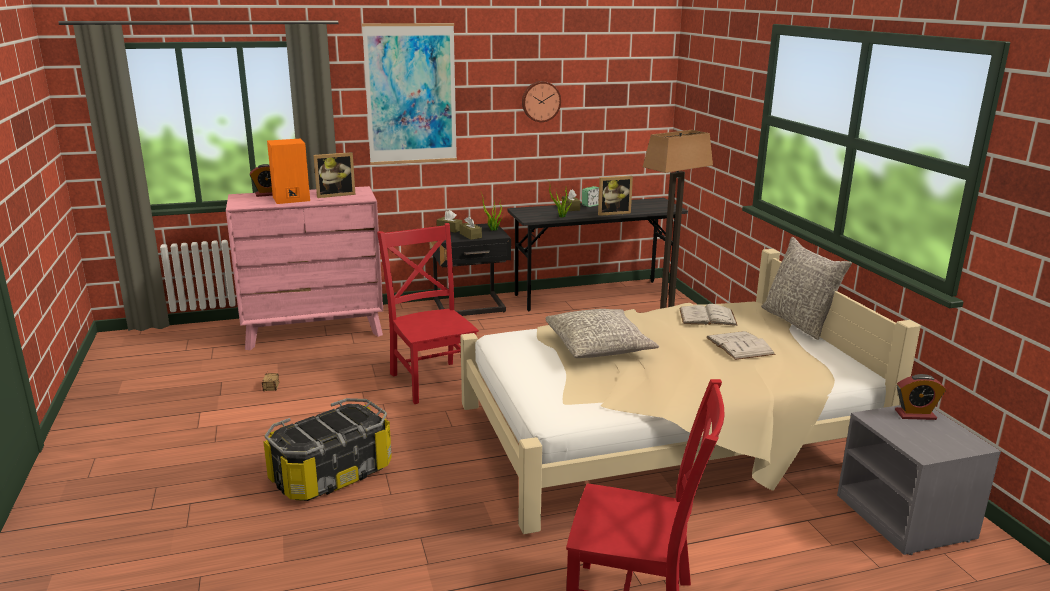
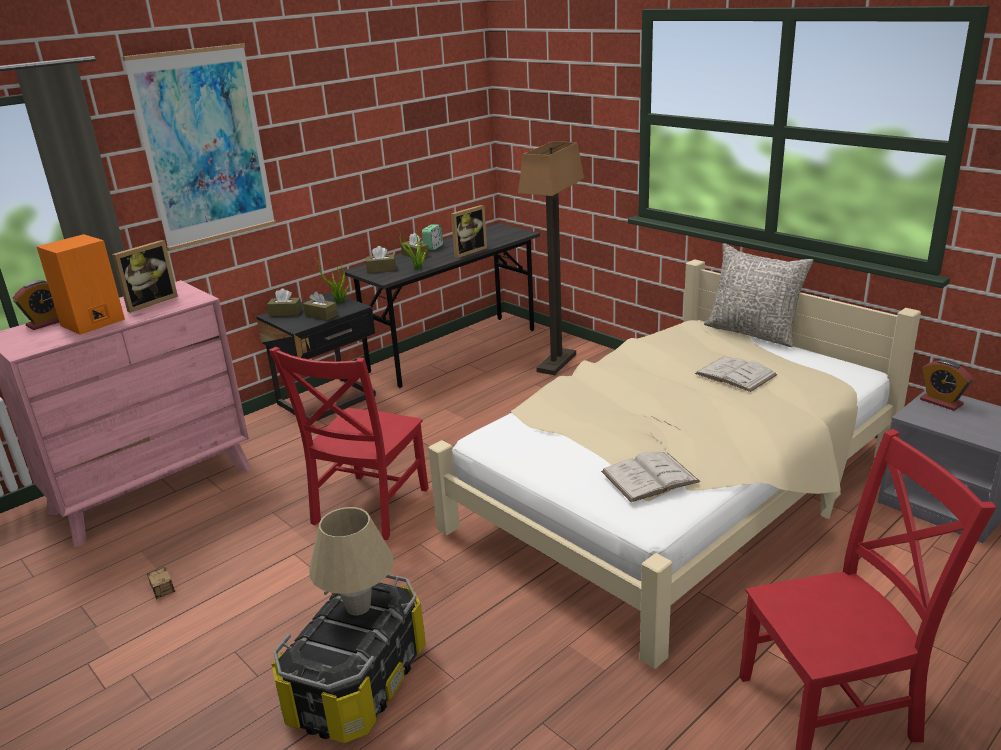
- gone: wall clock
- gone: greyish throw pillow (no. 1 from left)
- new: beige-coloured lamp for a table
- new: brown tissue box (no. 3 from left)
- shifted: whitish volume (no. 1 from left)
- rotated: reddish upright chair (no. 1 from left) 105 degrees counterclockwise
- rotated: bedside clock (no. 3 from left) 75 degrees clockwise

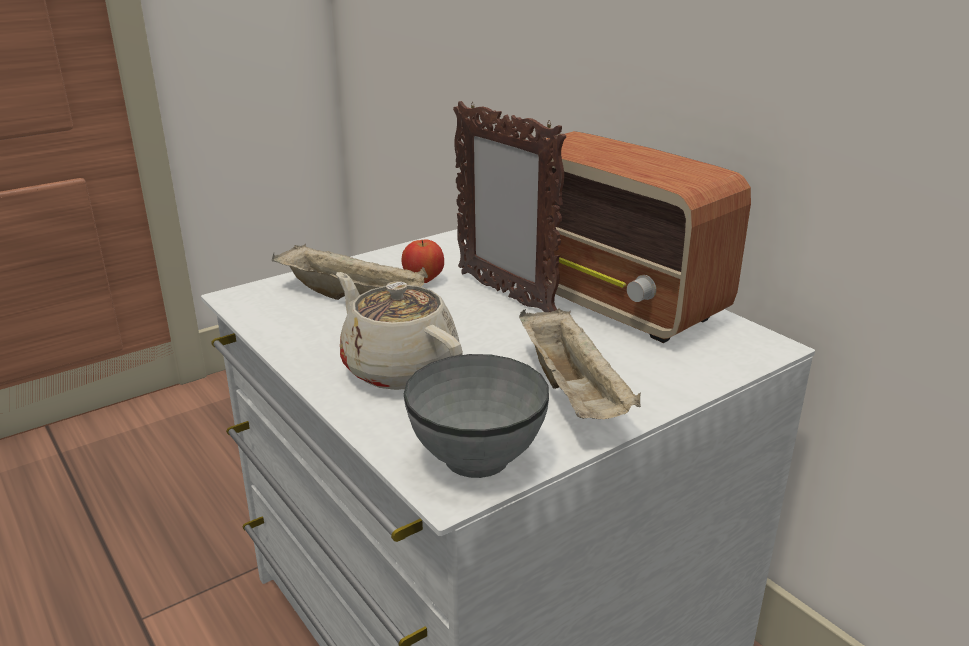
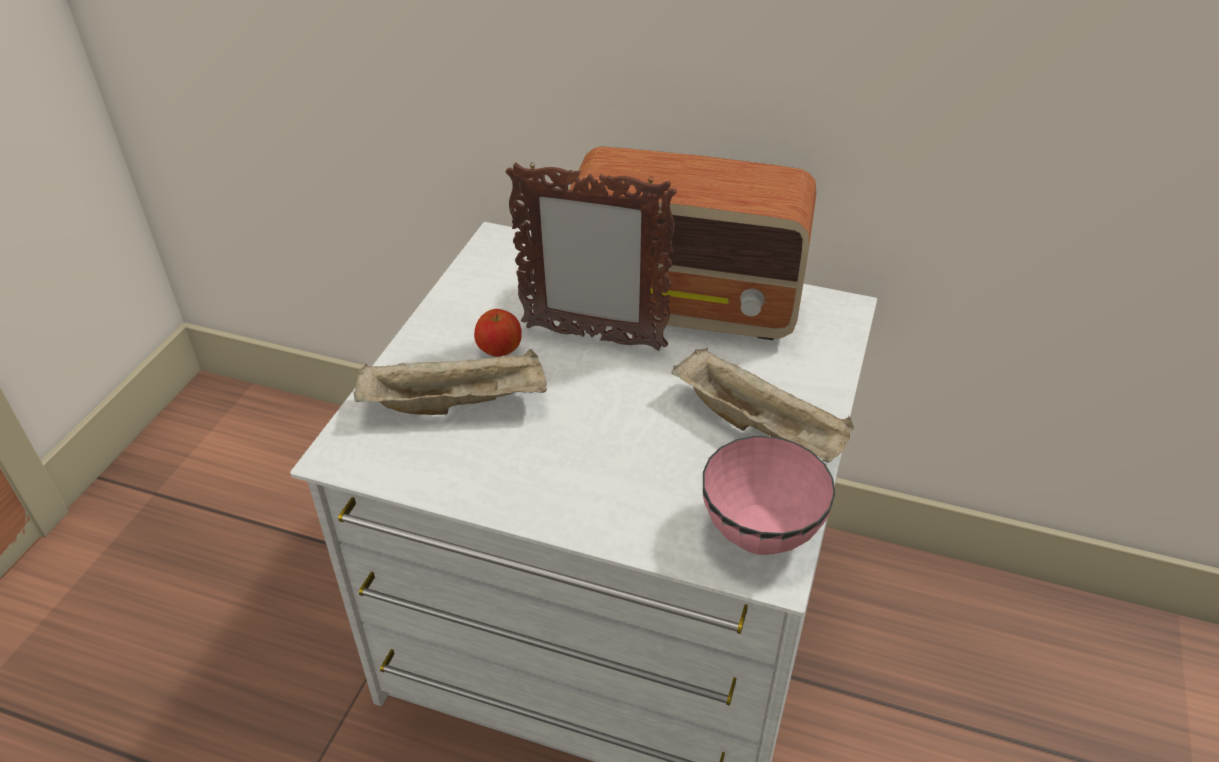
- gone: beige-coloured teapot
- repainted: greyish serving bowl to pinkish serving bowl

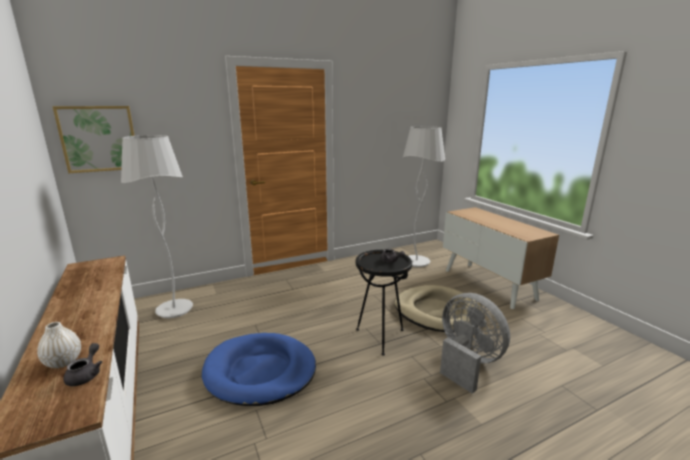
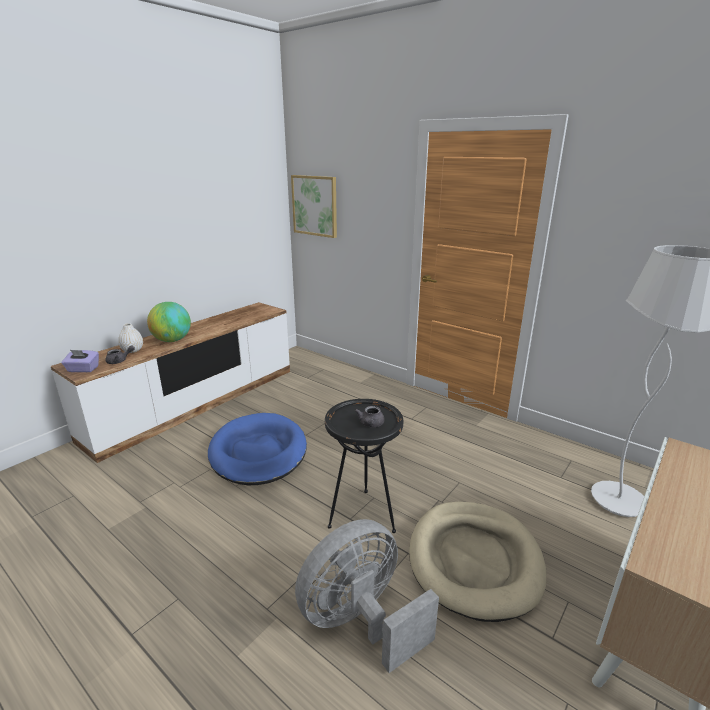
- gone: whitish floor lamp (no. 1 from left)
- new: purplish tissue box
- new: globe
- rotated: greyish cooling fan 150 degrees counterclockwise

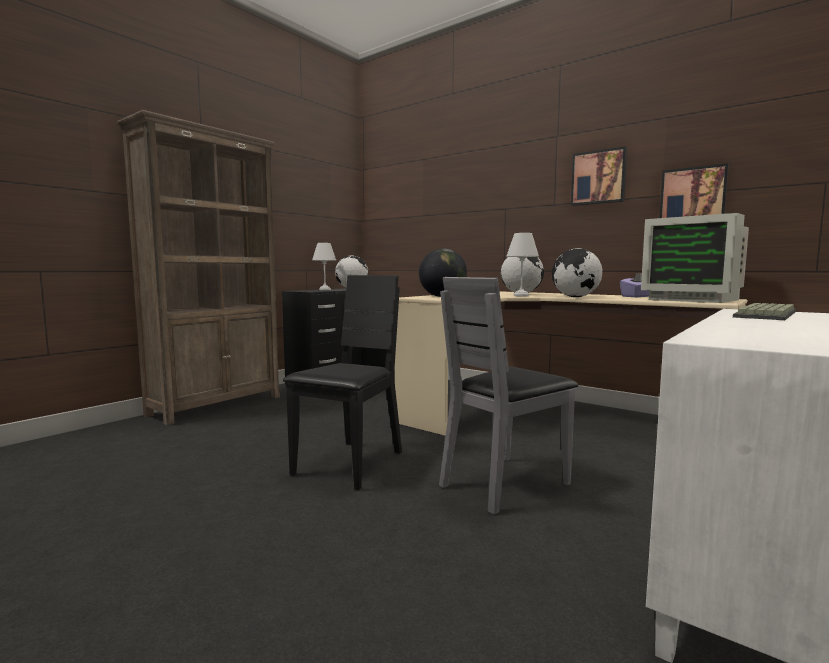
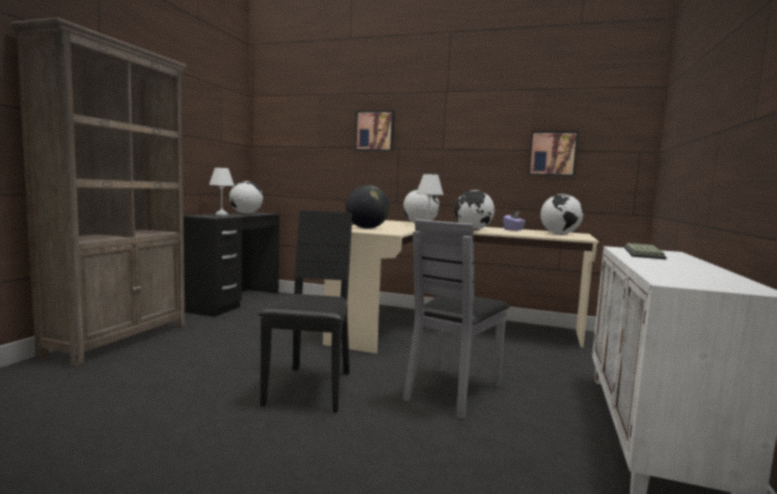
- shifted: picture (no. 1 from left)
- swapped: computer display to globe (no. 5 from left)

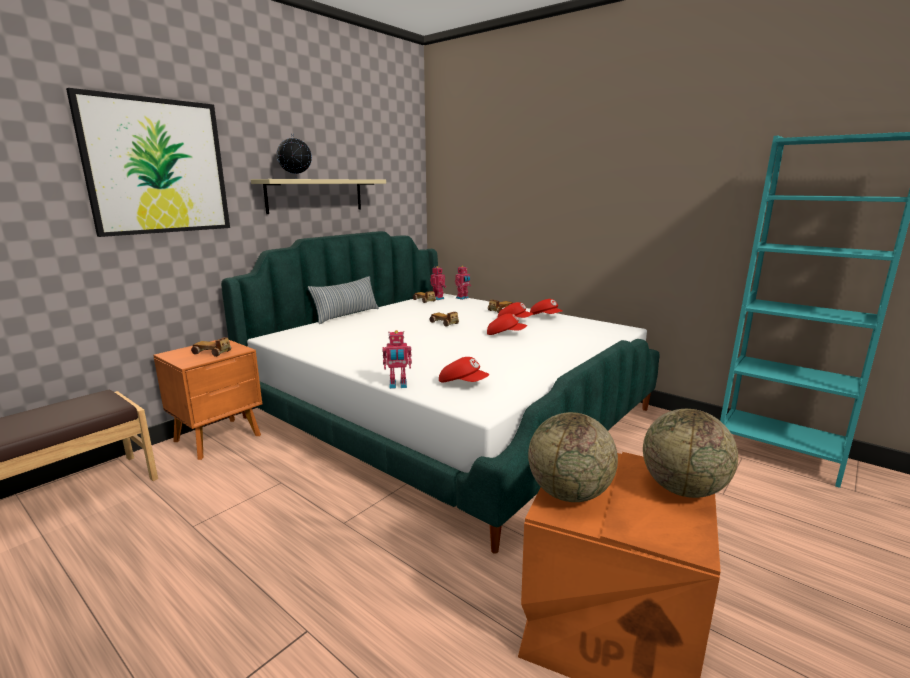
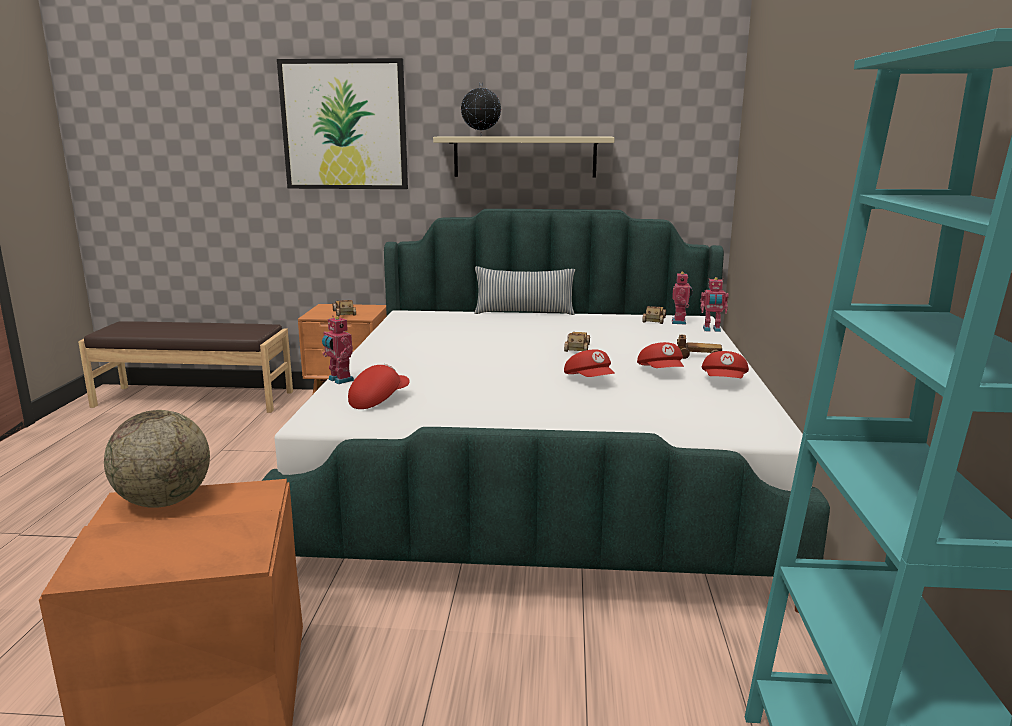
- gone: globe (no. 3 from left)
- rotated: reddish peaked cap (no. 1 from left) 135 degrees counterclockwise

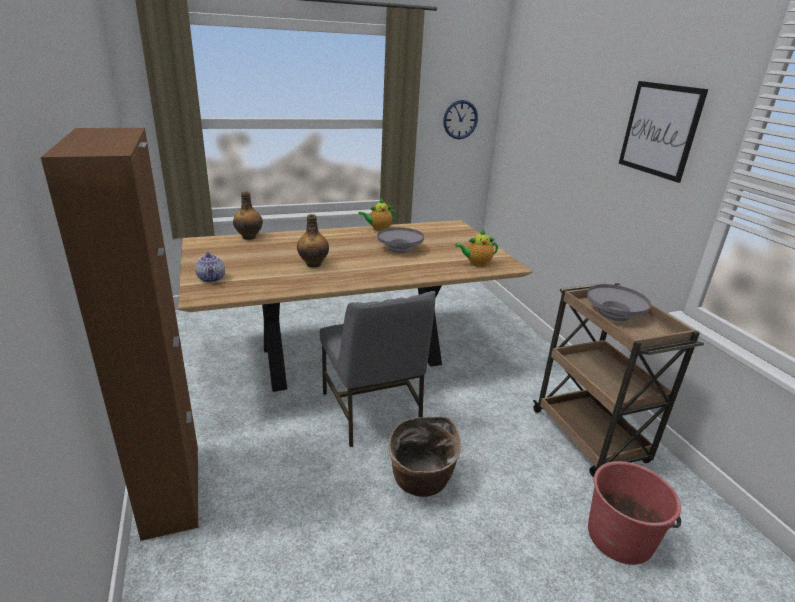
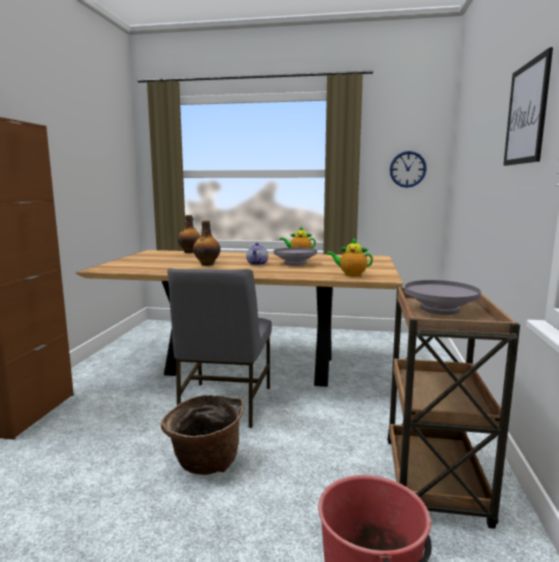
- shifted: teapot (no. 1 from left)

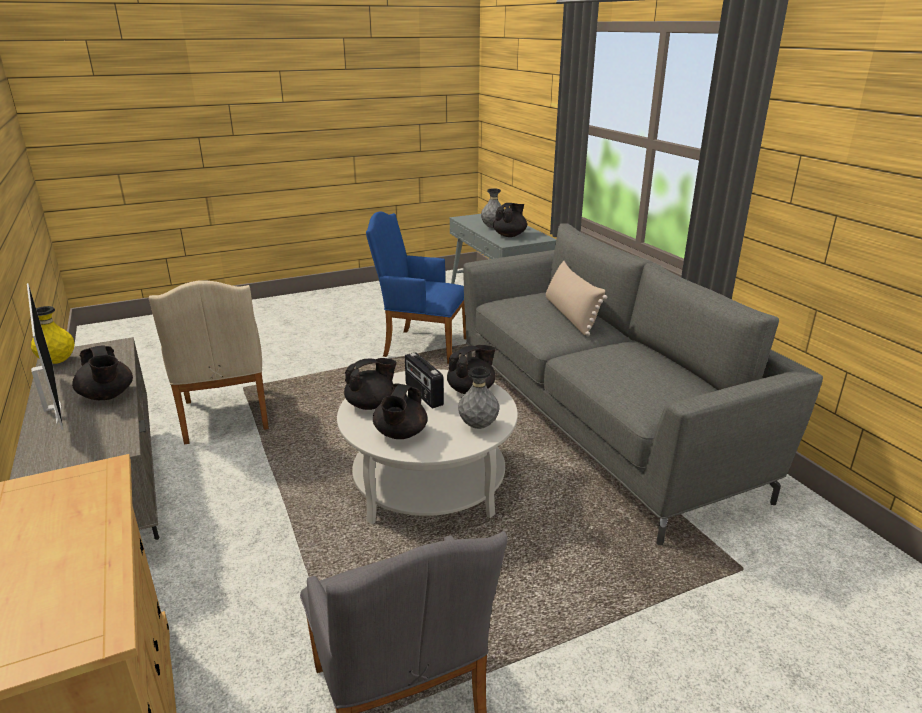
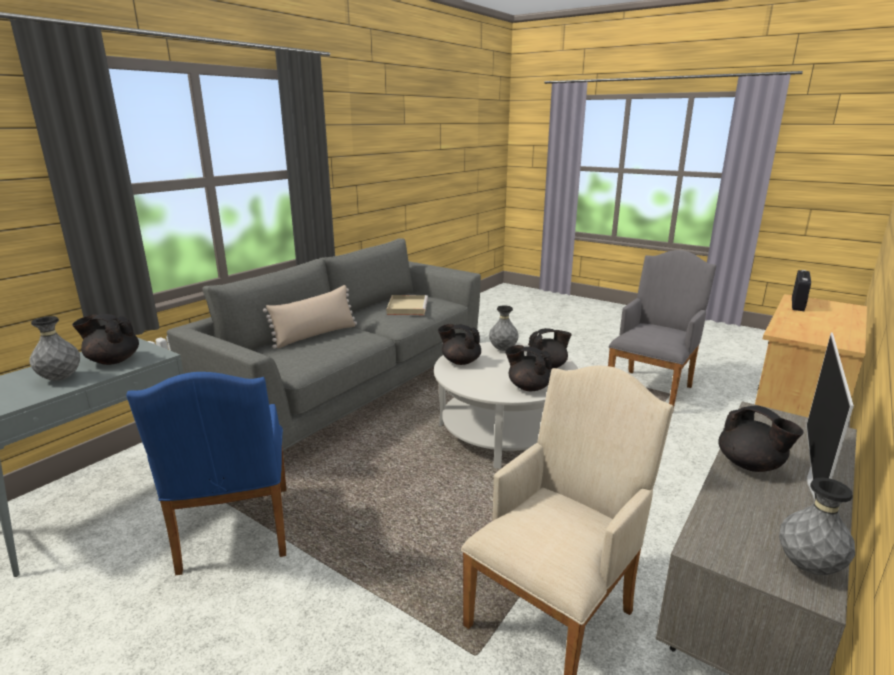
- new: beige-coloured tray
- shifted: radio set
- repainted: yellow decorative vase to greyish decorative vase (no. 3 from left)
- rotated: blackish teapot (no. 1 from left in the first image) 120 degrees clockwise

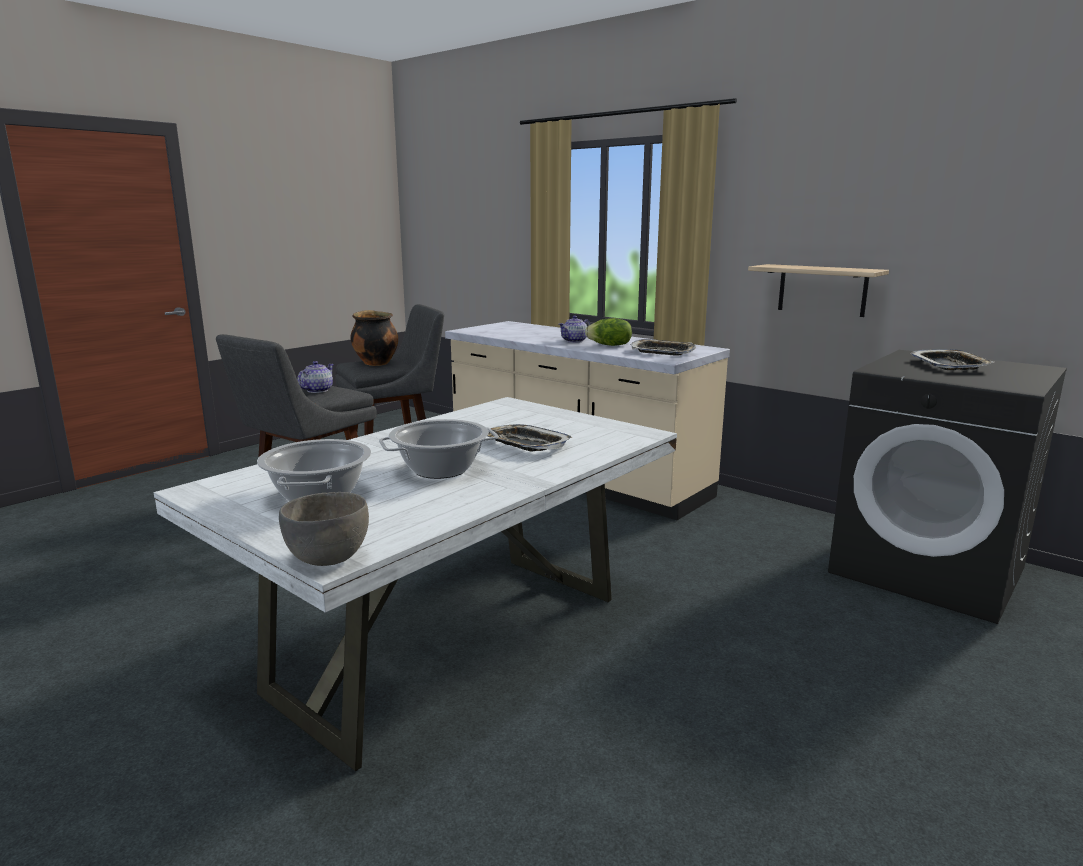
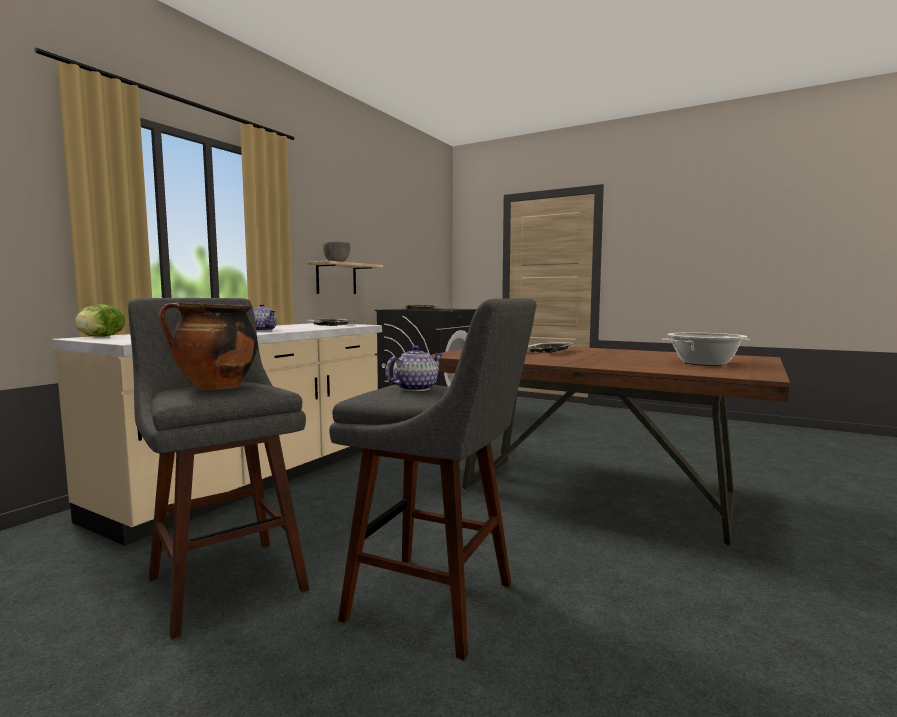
- gone: cooking pot (no. 3 from left)
- shifted: greyish serving bowl
- shifted: lettuce
- repainted: whitish dining table to brown dining table
- rotated: teapot (no. 1 from left in the first image) 120 degrees clockwise

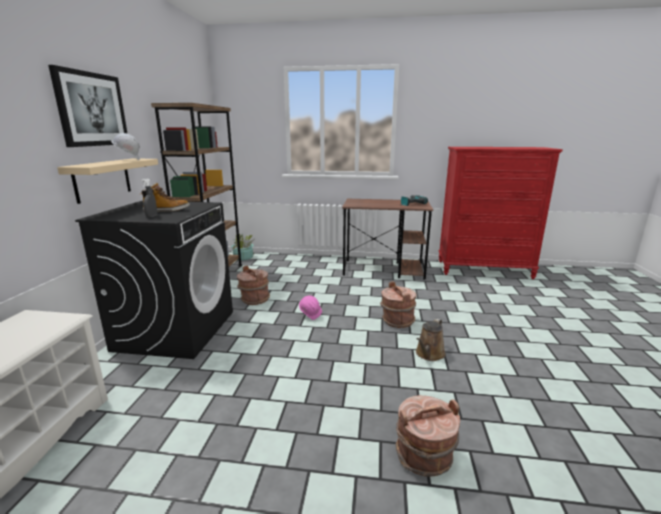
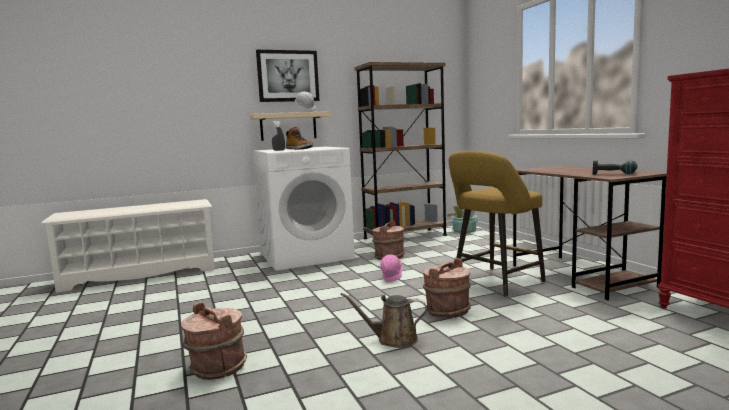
- new: yellow stool
- repainted: blackish washing machine to whitish washing machine

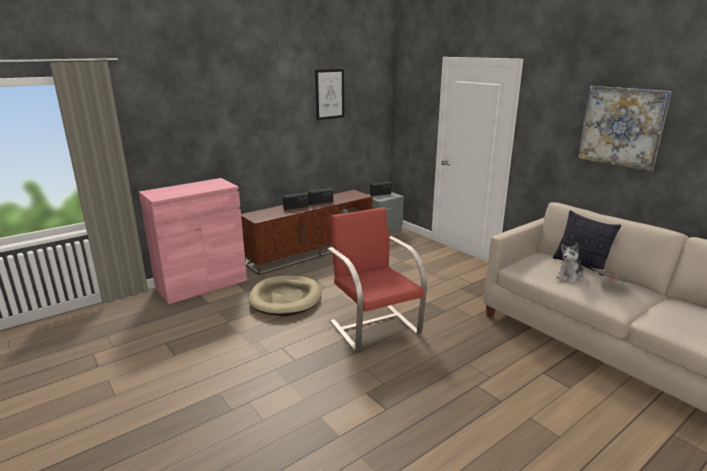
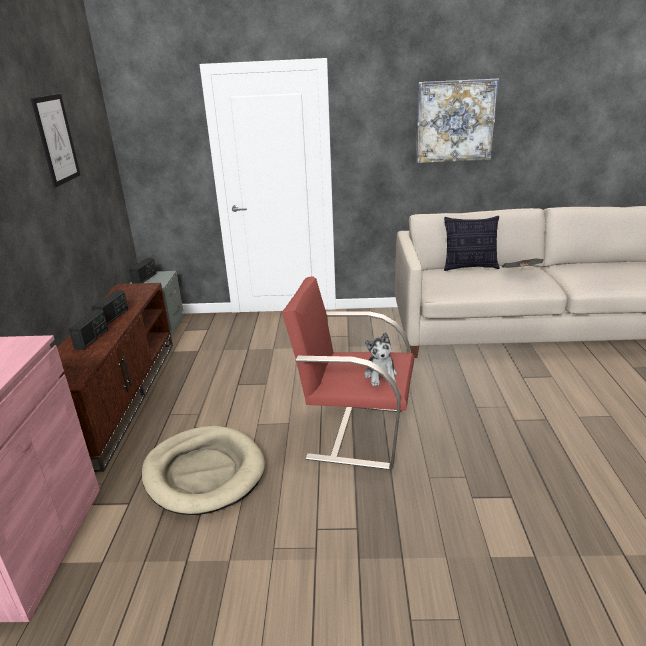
- shifted: cuddly toy

